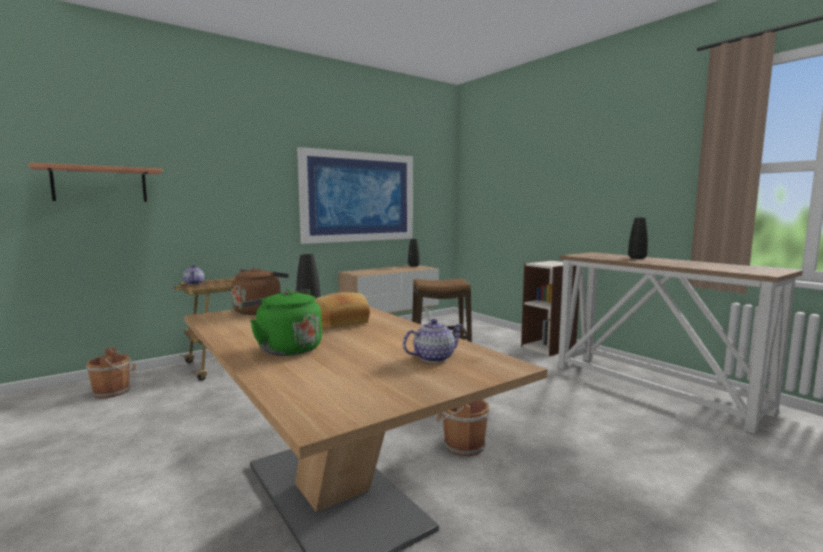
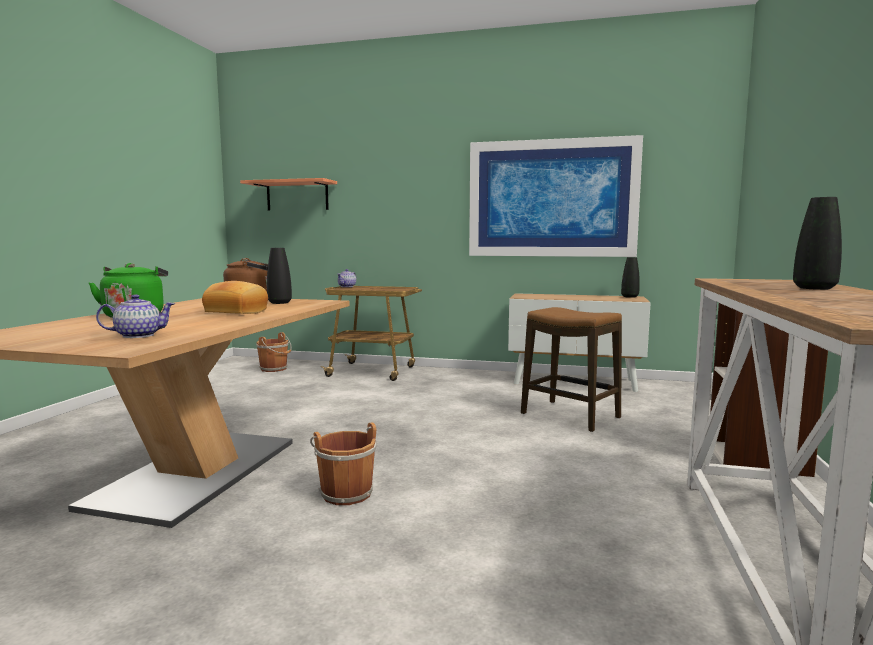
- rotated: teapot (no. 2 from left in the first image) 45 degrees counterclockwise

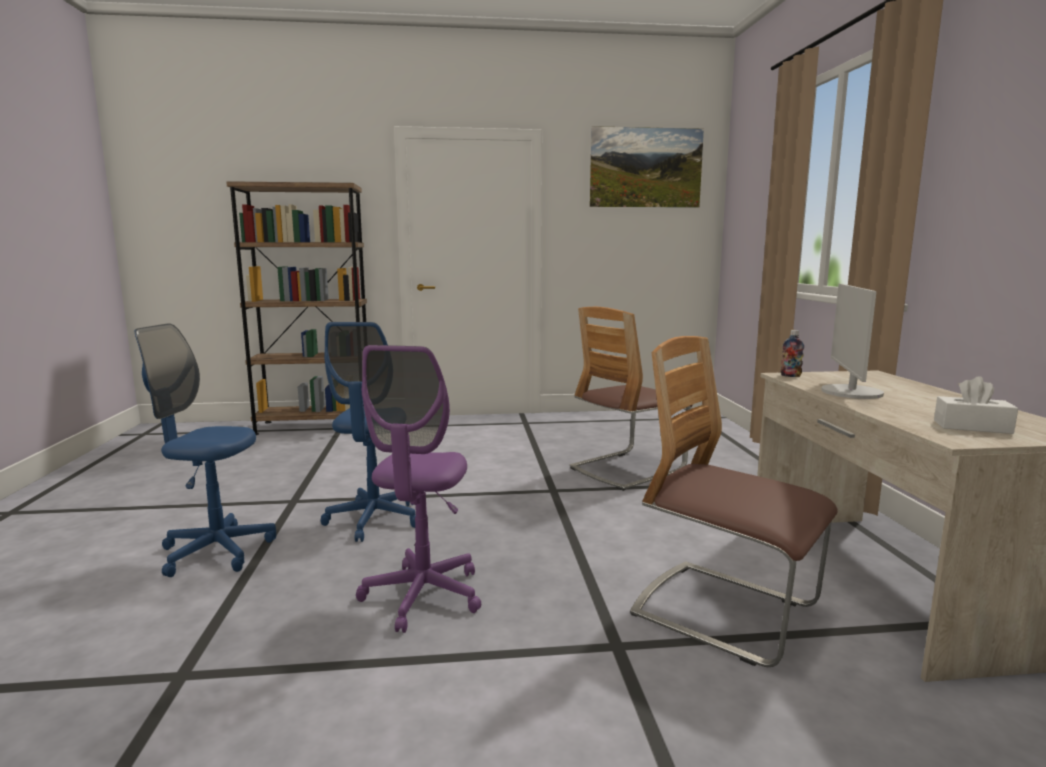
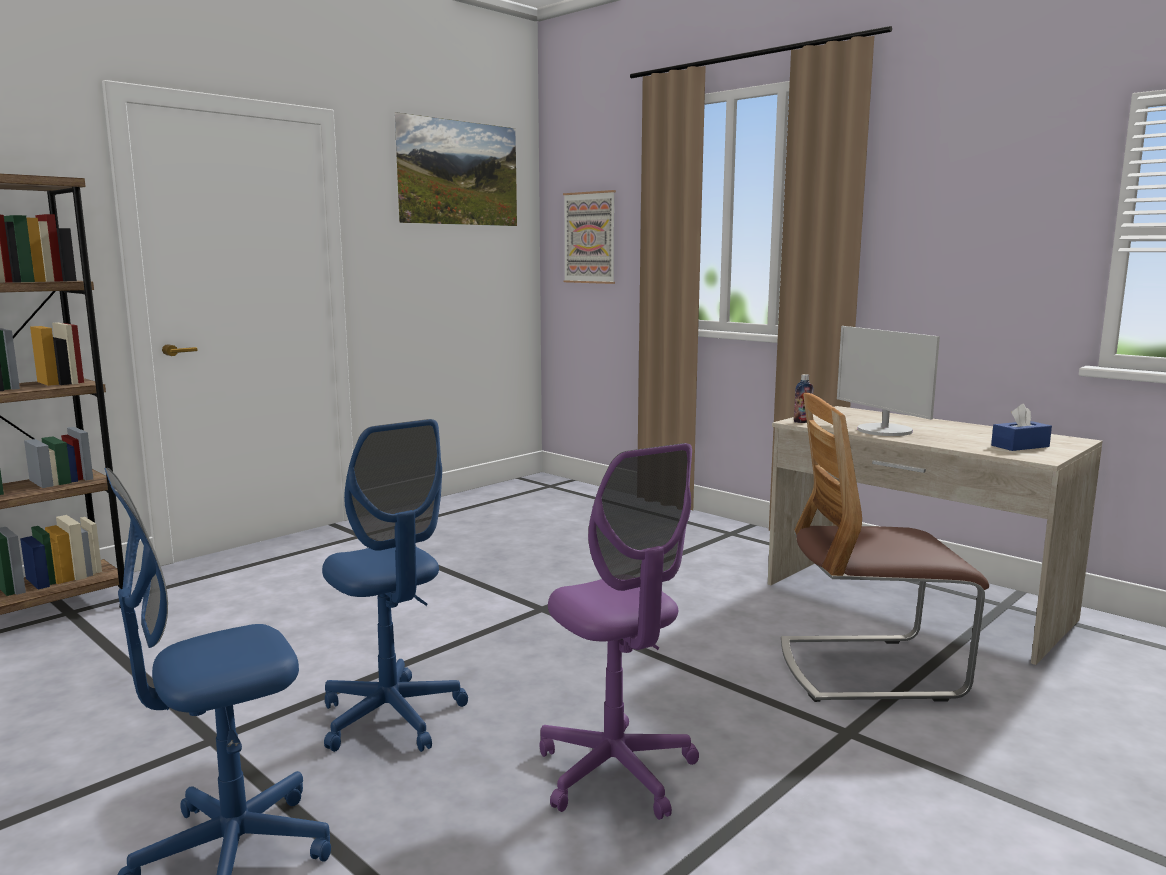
- gone: upright chair (no. 1 from left)
- new: picture (no. 2 from left)
- repainted: whitish tissue box to blue-coloured tissue box

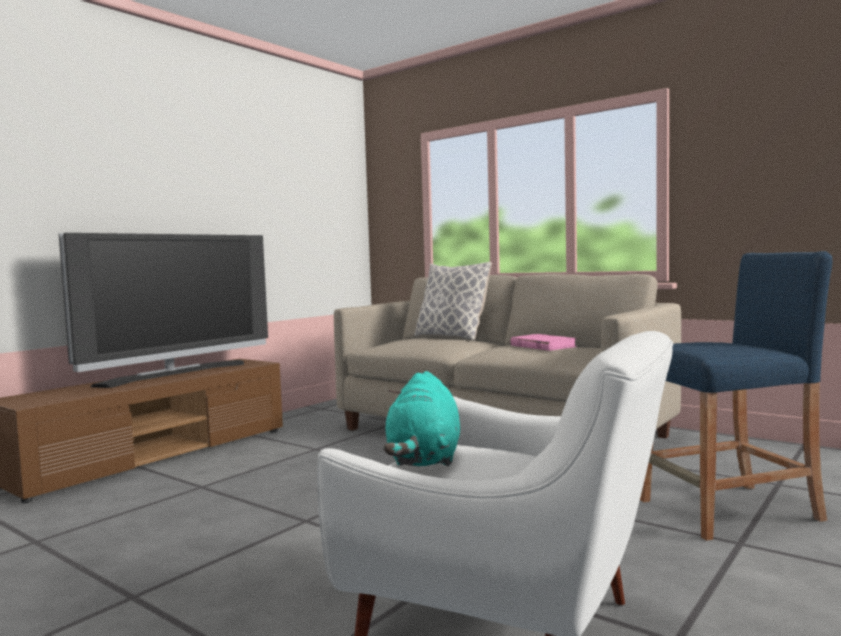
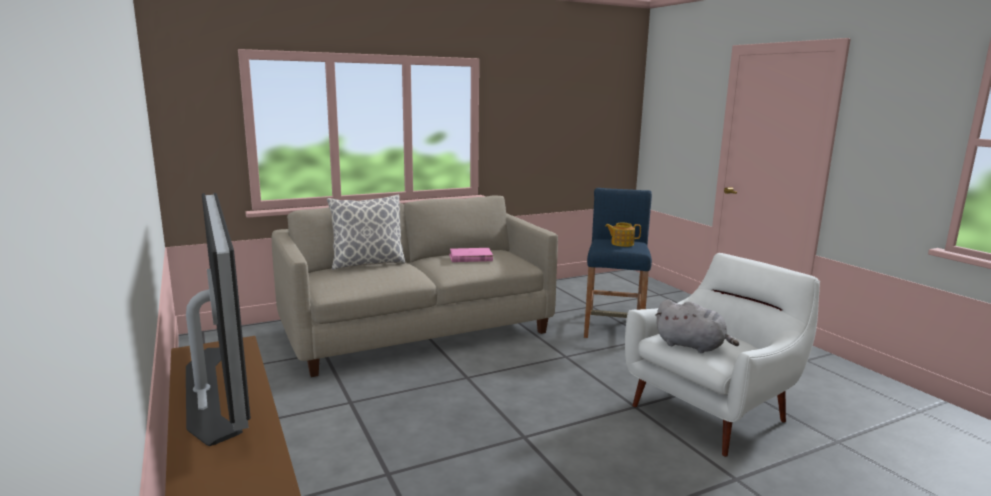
- new: teapot
- repainted: blue-green cuddly toy to greyish cuddly toy

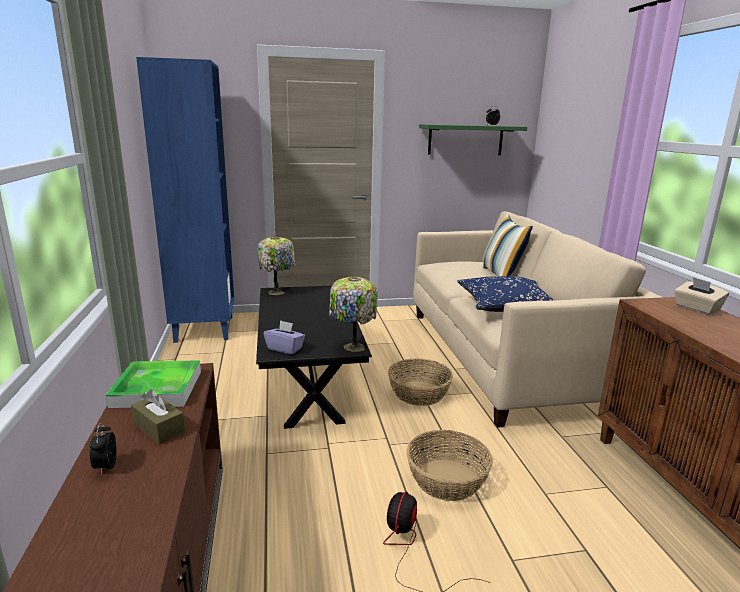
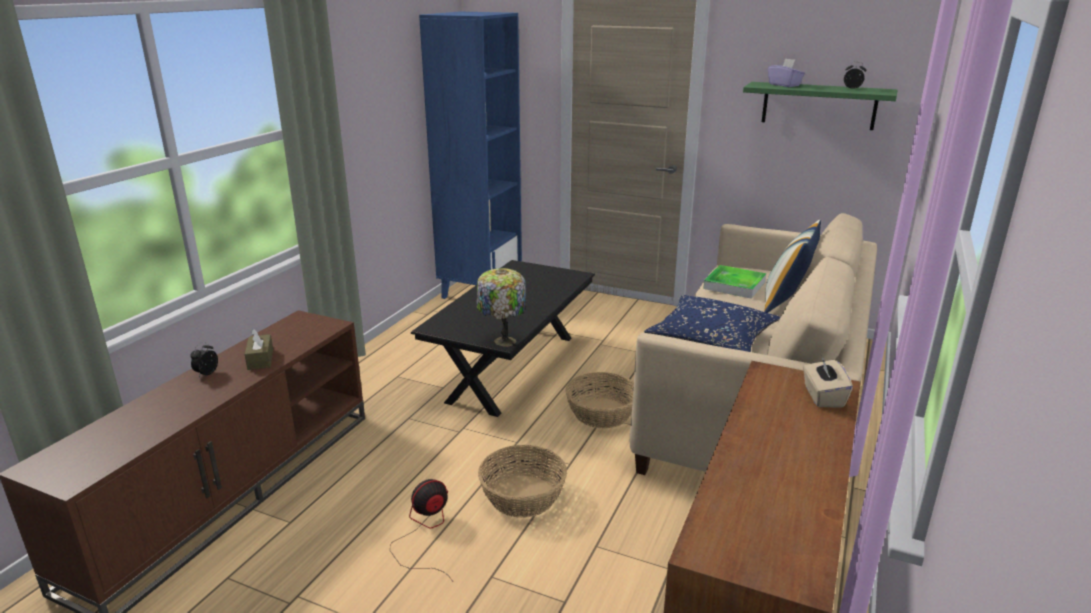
- gone: lamp for a table (no. 1 from left)
- shifted: tray
- shifted: purplish tissue box

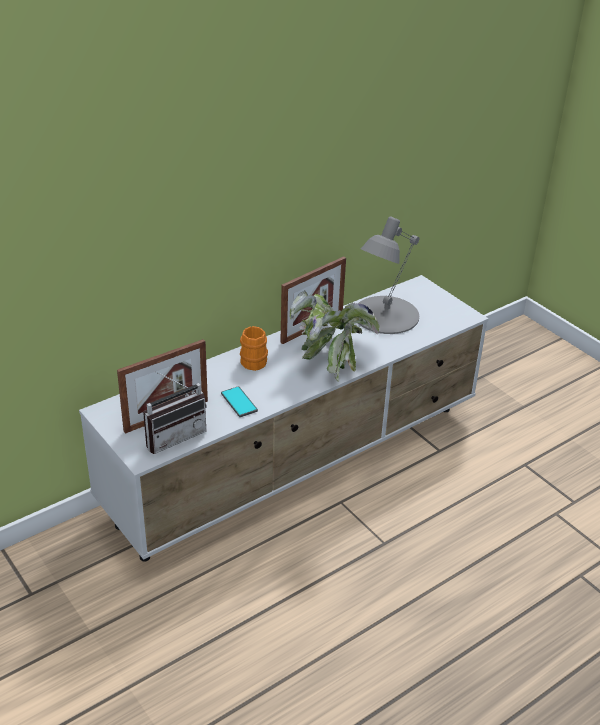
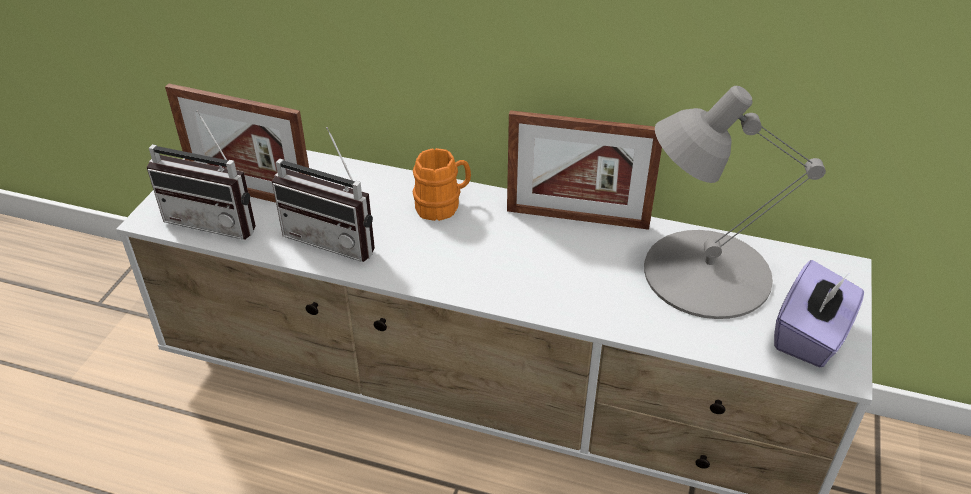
- gone: plant in a pot
- new: purplish tissue box
- swapped: phone to radio set (no. 2 from left)

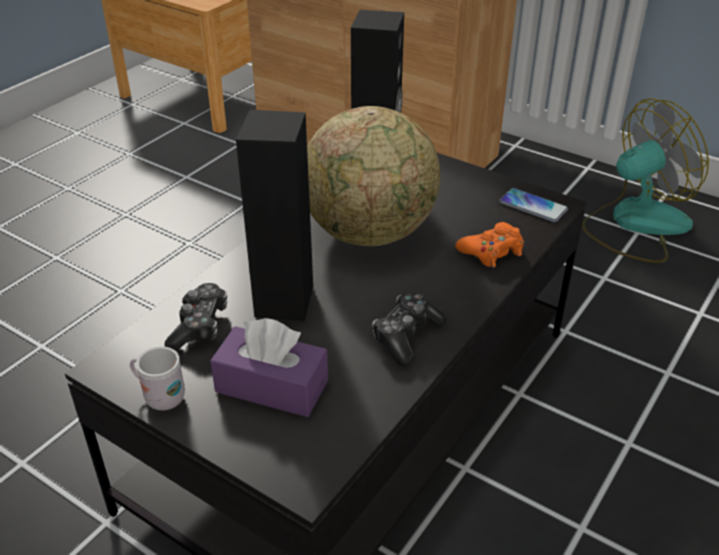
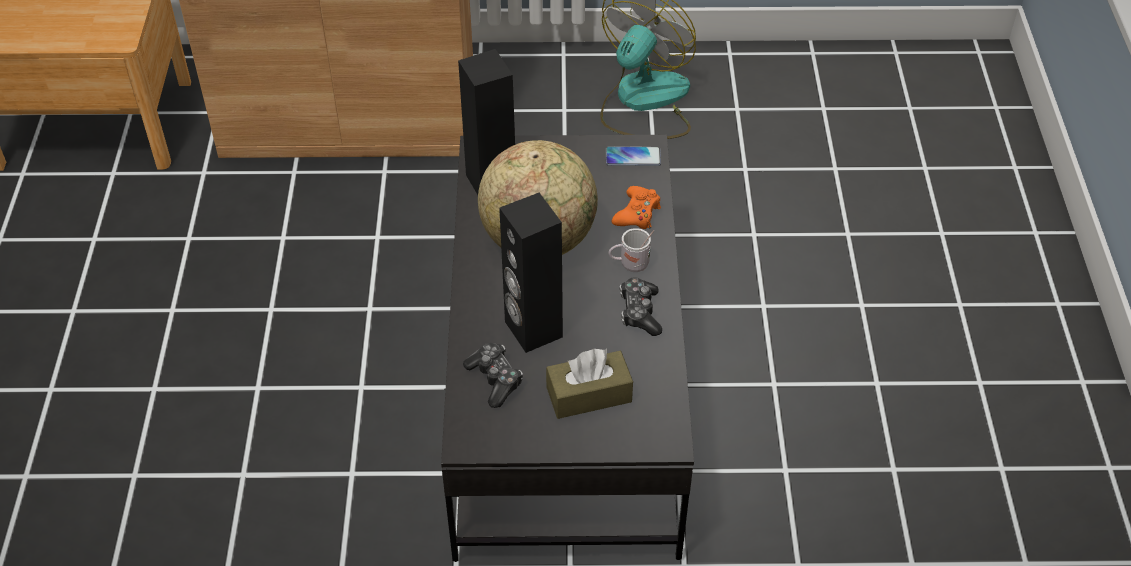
- shifted: whitish tea mug
- repainted: purplish tissue box to brown tissue box

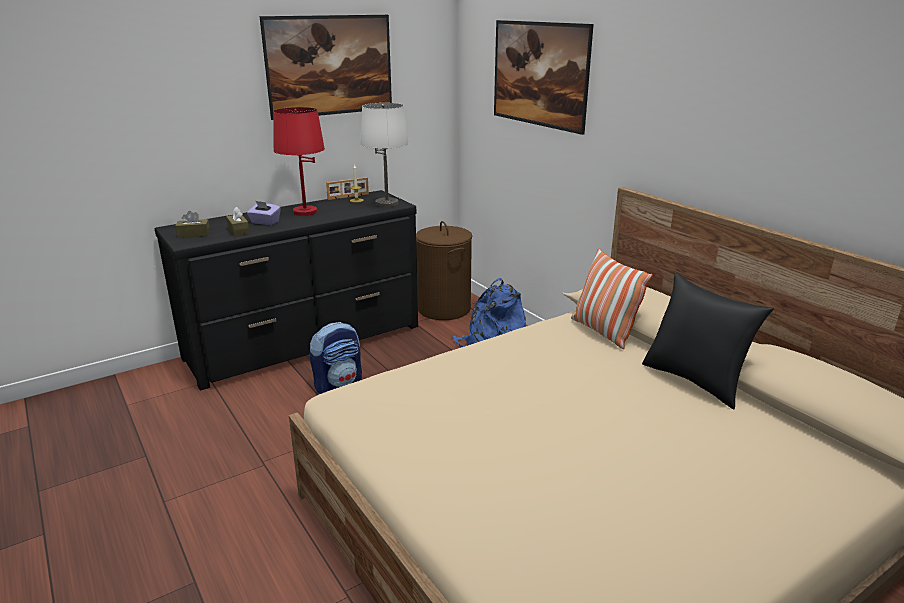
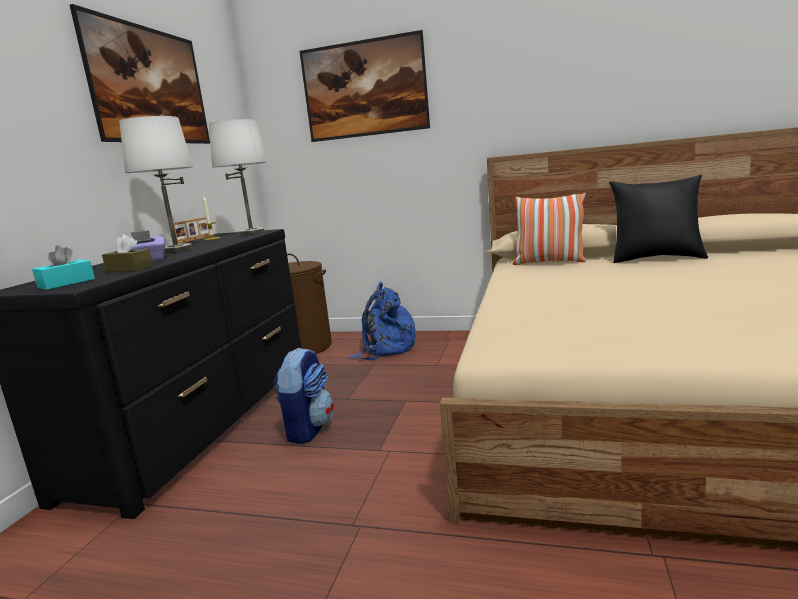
- repainted: brown tissue box (no. 1 from left) to blue-green tissue box
- repainted: reddish lamp for a table to whitish lamp for a table (no. 1 from left)

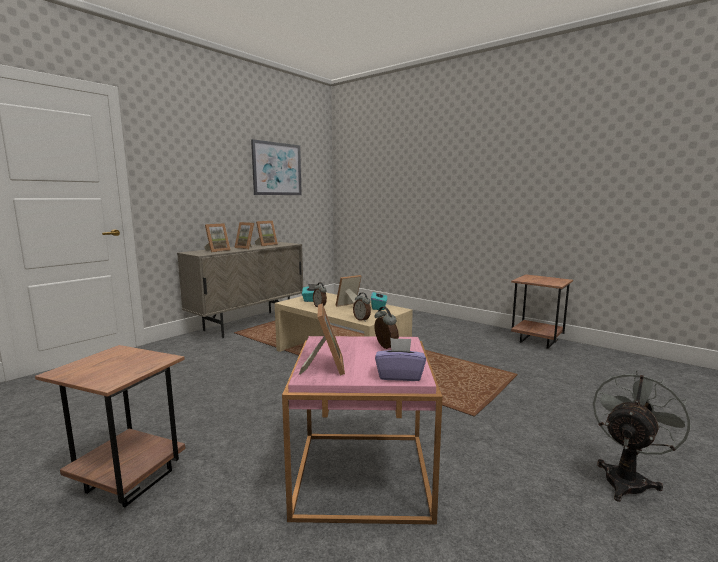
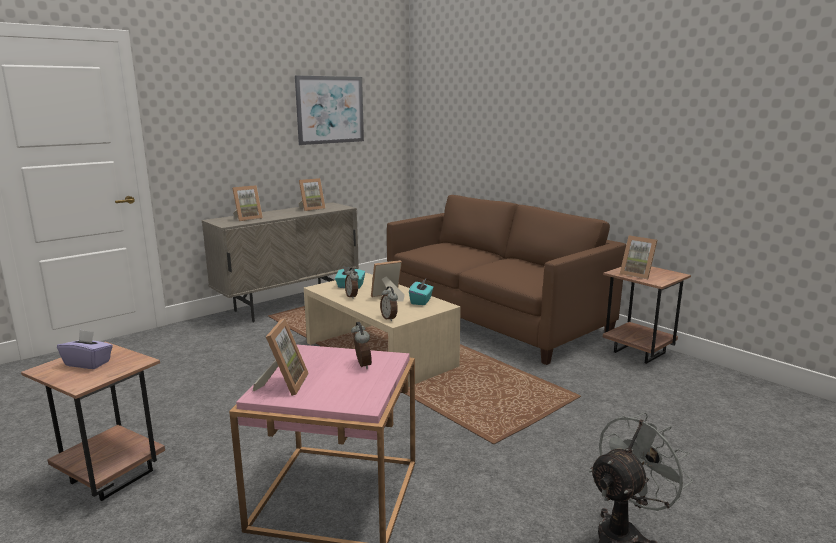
- new: brown settee
- shifted: photo frame (no. 2 from left in the first image) to photo frame (no. 5 from left)
- shifted: purplish tissue box

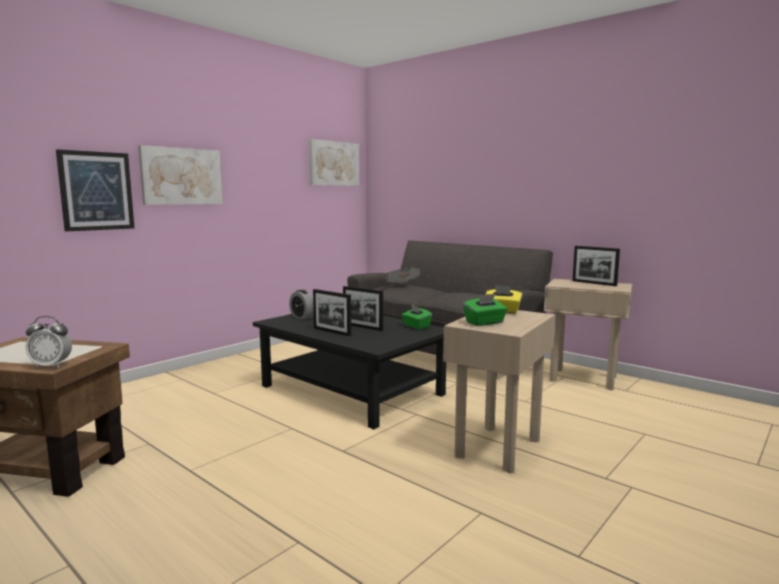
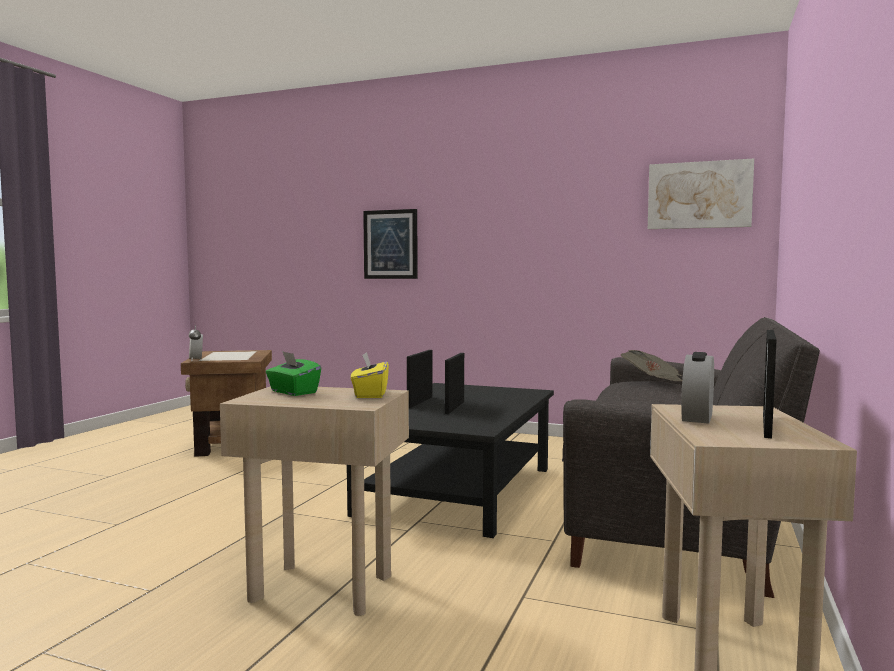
- gone: picture (no. 2 from left)
- gone: green-coloured tissue box (no. 1 from left)
- shifted: bedside clock (no. 2 from left)

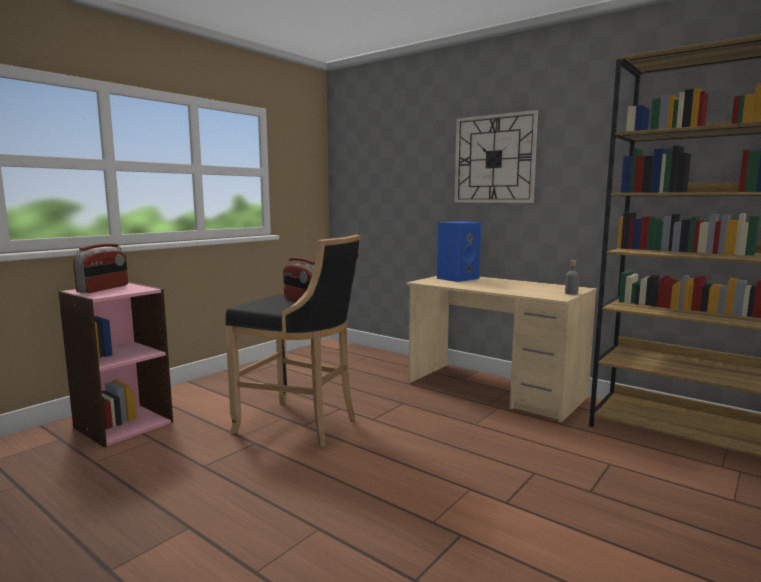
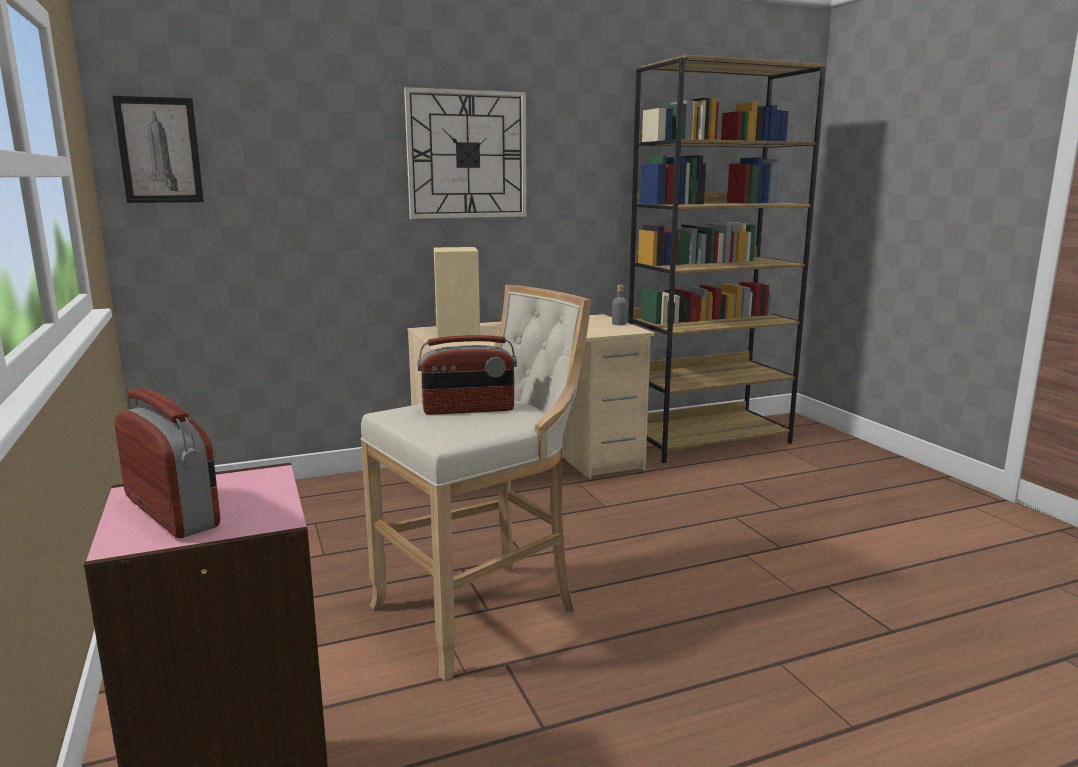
- new: picture
- repainted: blackish stool to beige-coloured stool
- repainted: blue-coloured loudspeaker to beige-coloured loudspeaker

